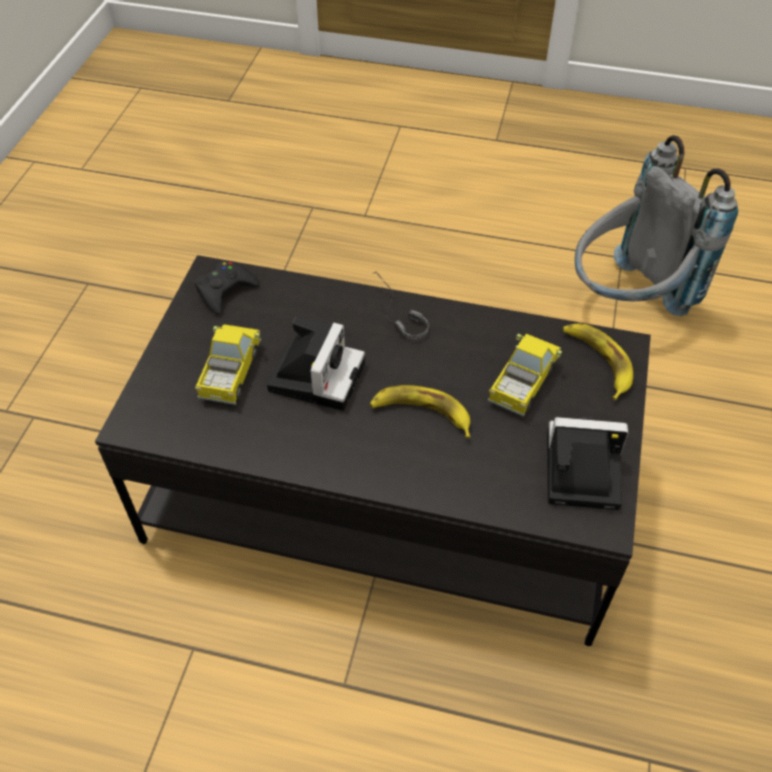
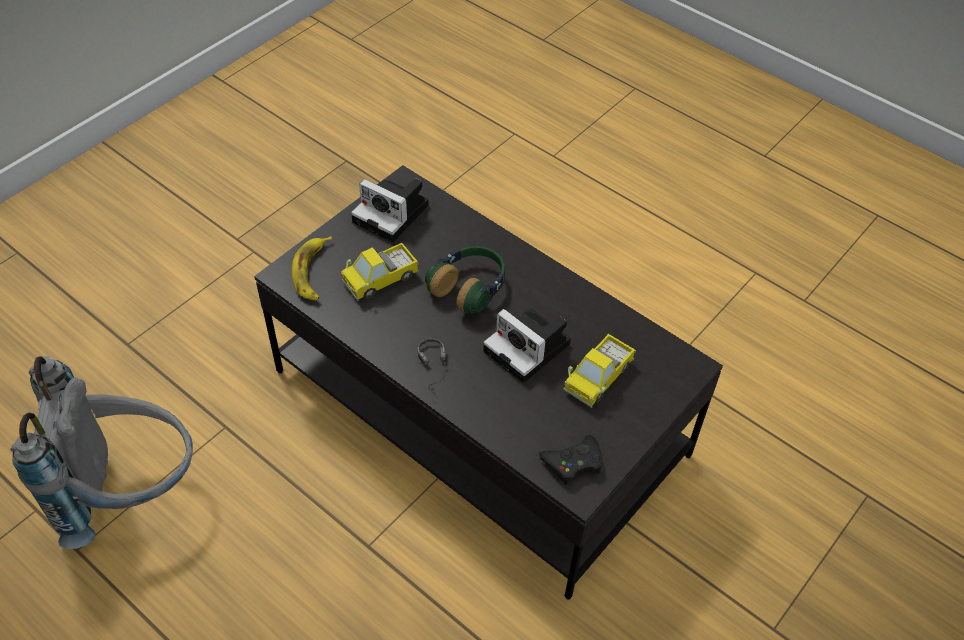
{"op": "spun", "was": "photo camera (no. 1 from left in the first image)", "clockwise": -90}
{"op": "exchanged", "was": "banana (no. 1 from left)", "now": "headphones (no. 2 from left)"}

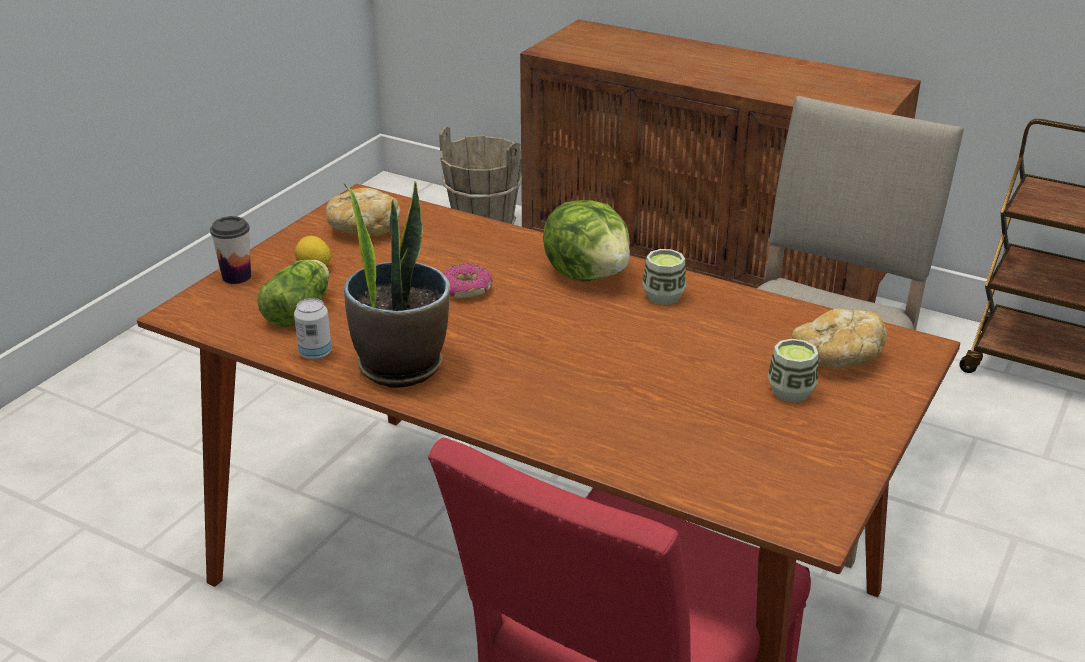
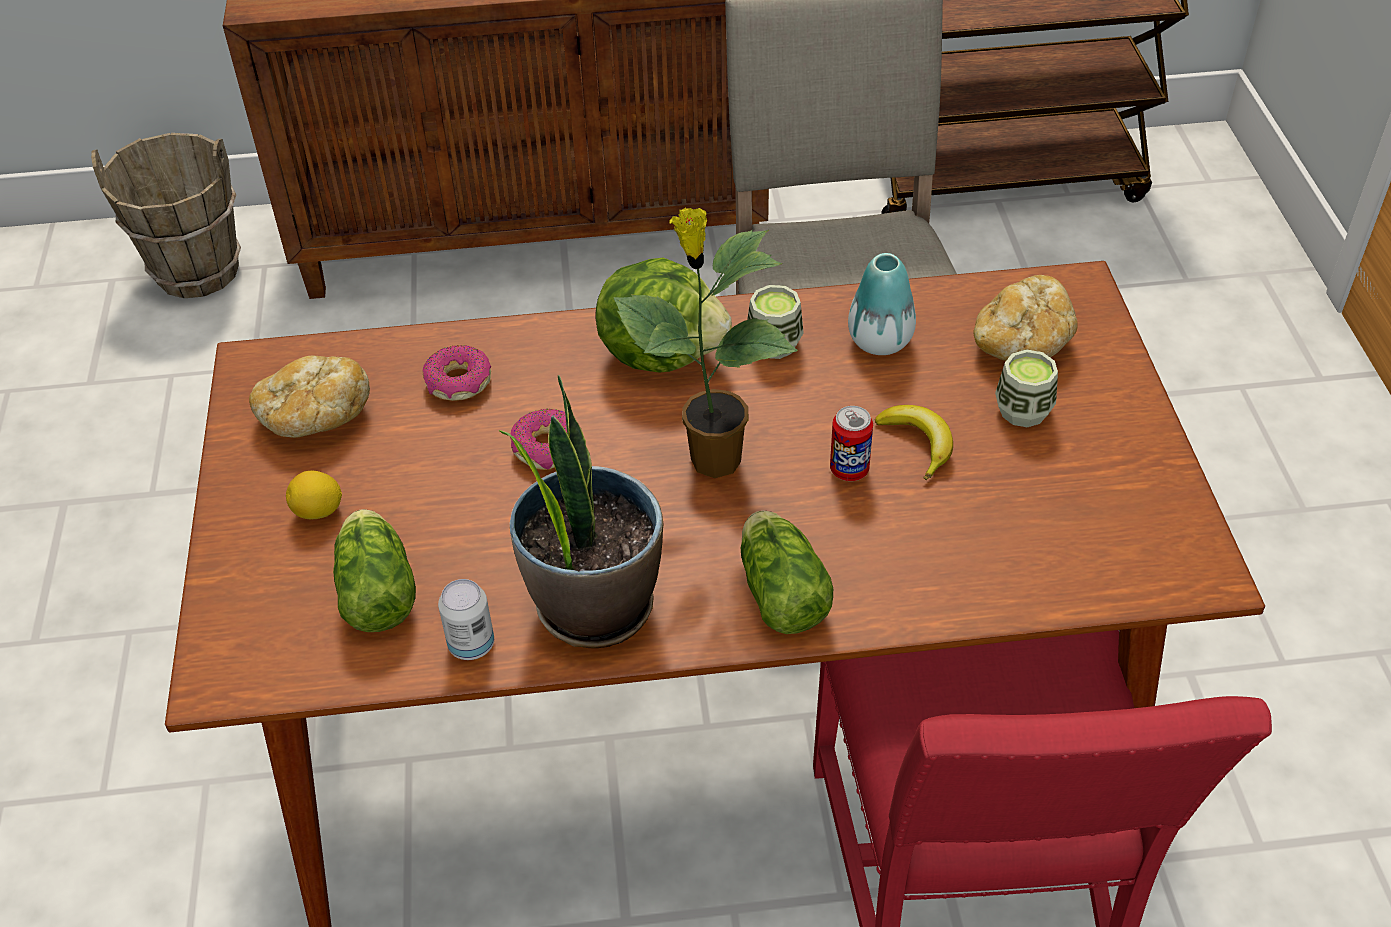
{"op": "missing", "was": "cup (no. 1 from left)"}
{"op": "appeared", "now": "potted plant (no. 2 from left)"}
{"op": "appeared", "now": "vase"}
{"op": "appeared", "now": "donut (no. 1 from left)"}
{"op": "appeared", "now": "banana"}
{"op": "appeared", "now": "can (no. 2 from left)"}
{"op": "appeared", "now": "lettuce (no. 3 from left)"}

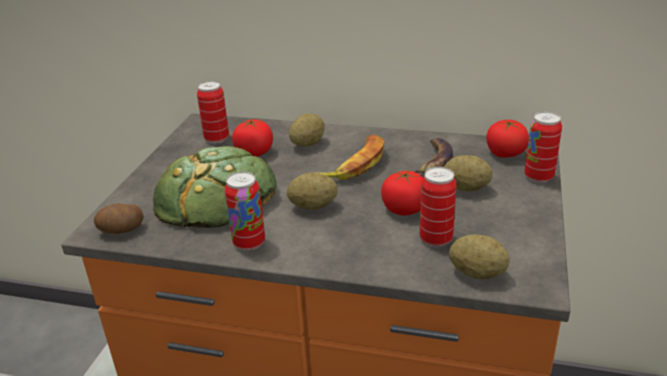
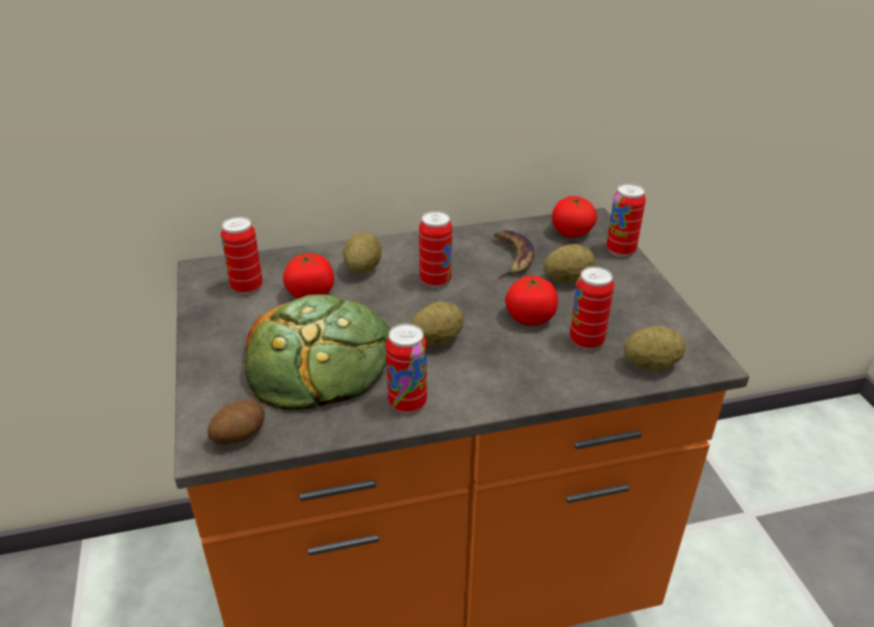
{"op": "exchanged", "was": "banana (no. 1 from left)", "now": "can (no. 3 from left)"}

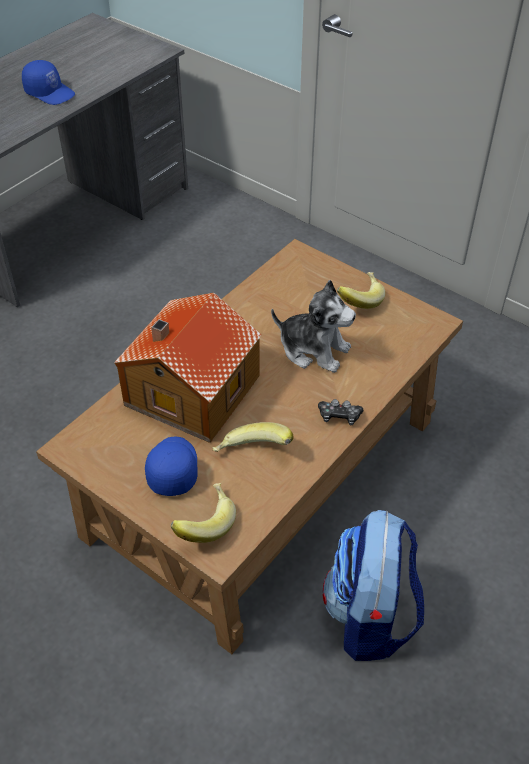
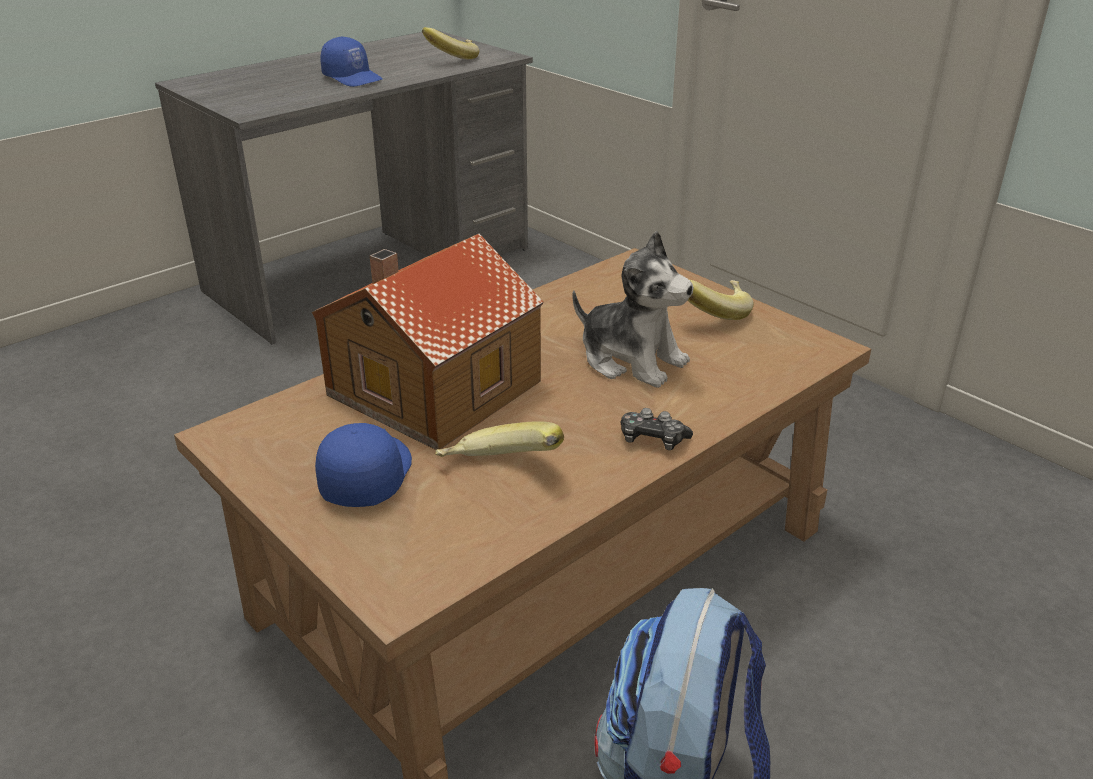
{"op": "relocated", "was": "banana (no. 1 from left)"}

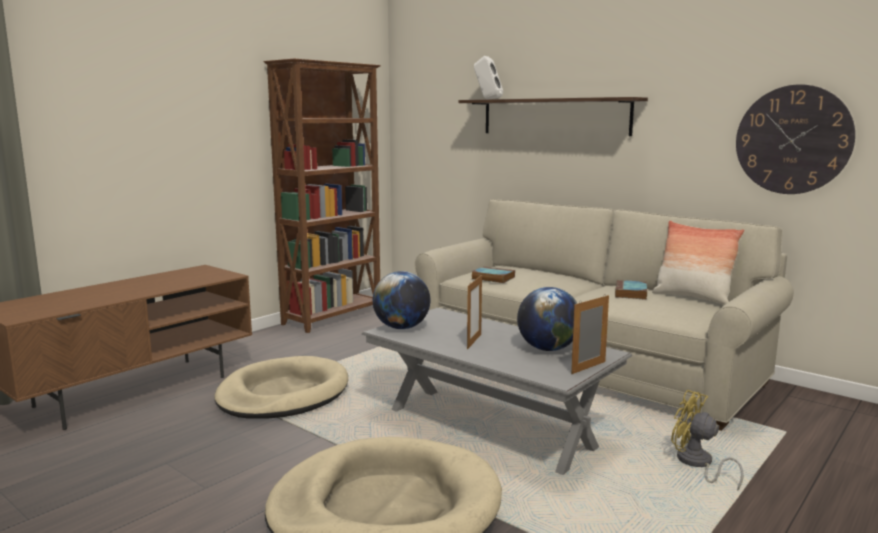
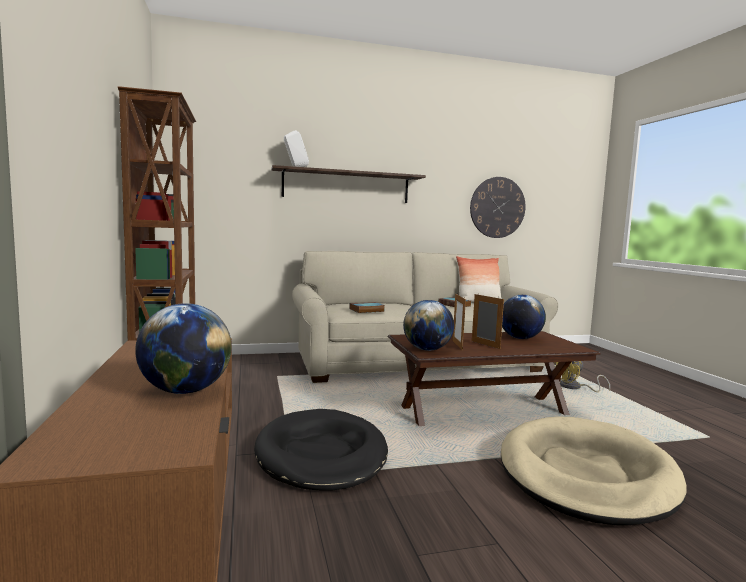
{"op": "relocated", "was": "picture frame (no. 2 from left in the first image)", "now": "picture frame (no. 1 from left)"}
{"op": "colour", "was": "coffee table in grey", "now": "coffee table in brown"}
{"op": "colour", "was": "dog bed in beige (no. 1 from left)", "now": "dog bed in black"}
{"op": "appeared", "now": "globe (no. 1 from left)"}

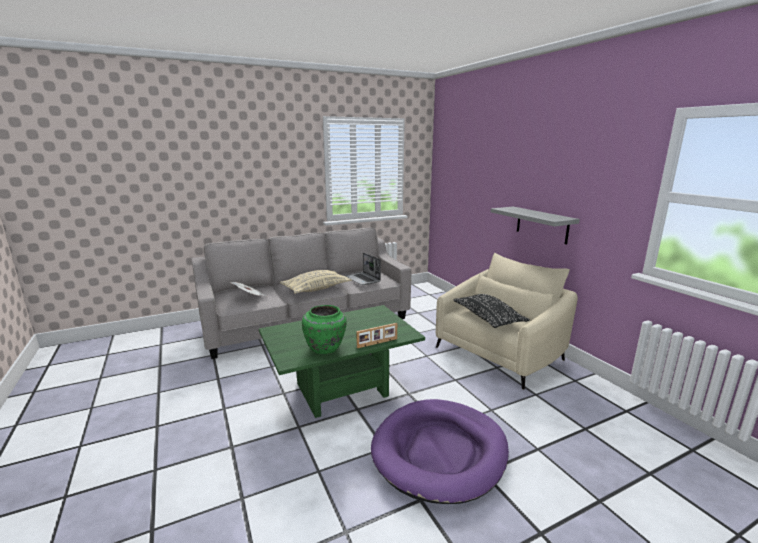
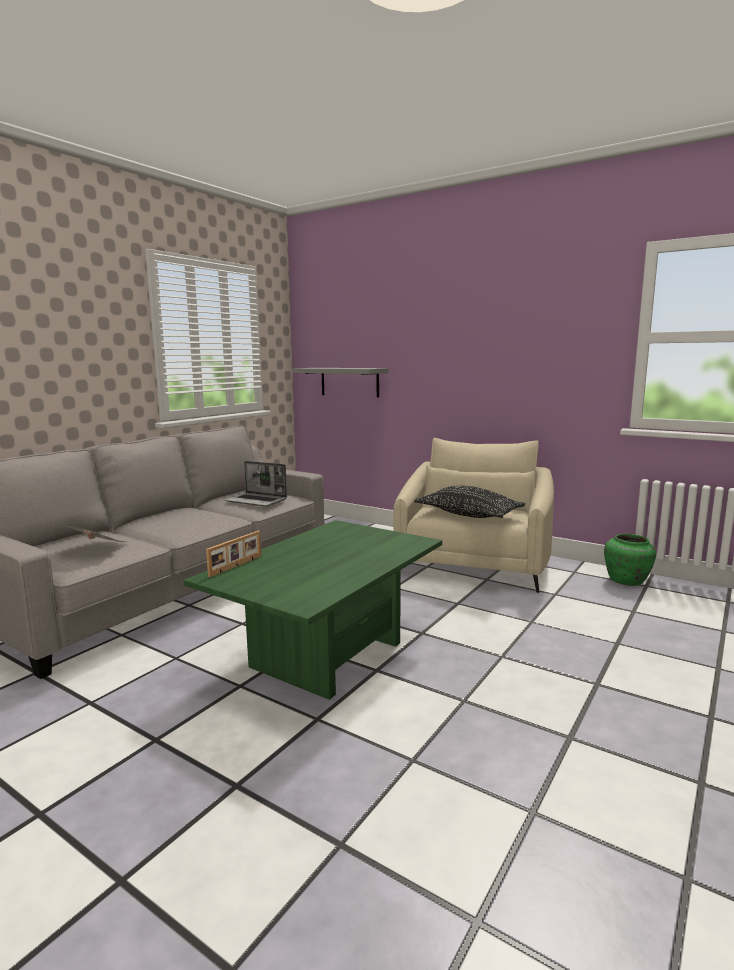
{"op": "relocated", "was": "shelf in grey"}
{"op": "missing", "was": "pillow in beige"}
{"op": "relocated", "was": "vase in green"}
{"op": "relocated", "was": "picture frame"}
{"op": "missing", "was": "dog bed in purple"}

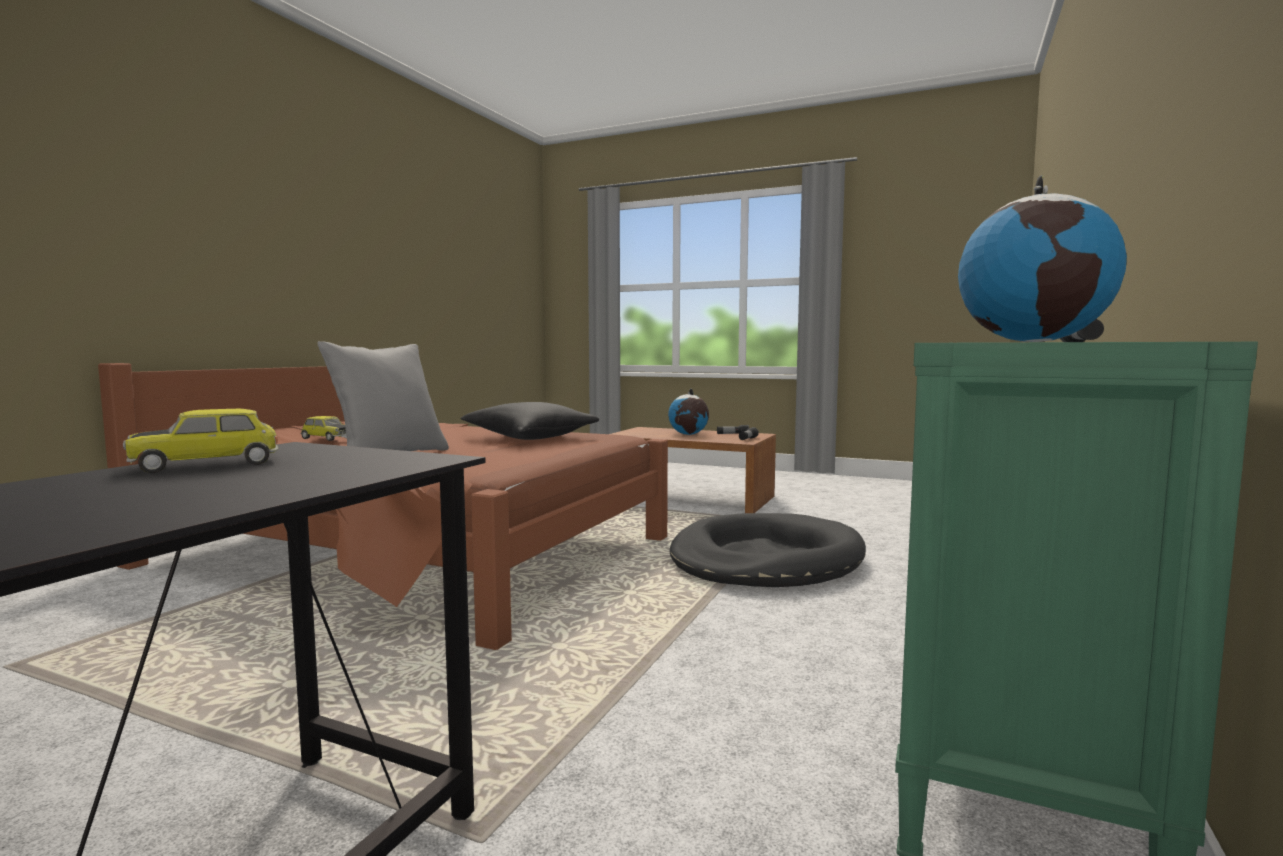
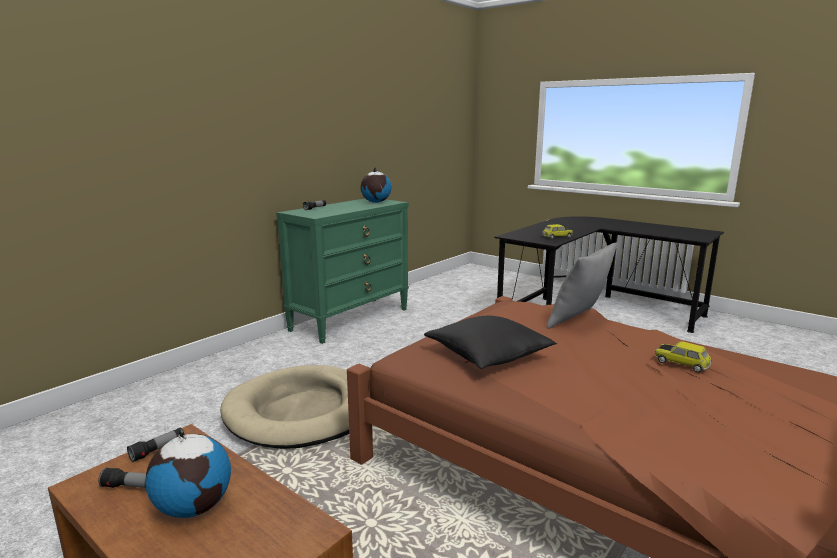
{"op": "colour", "was": "dog bed in black", "now": "dog bed in beige"}

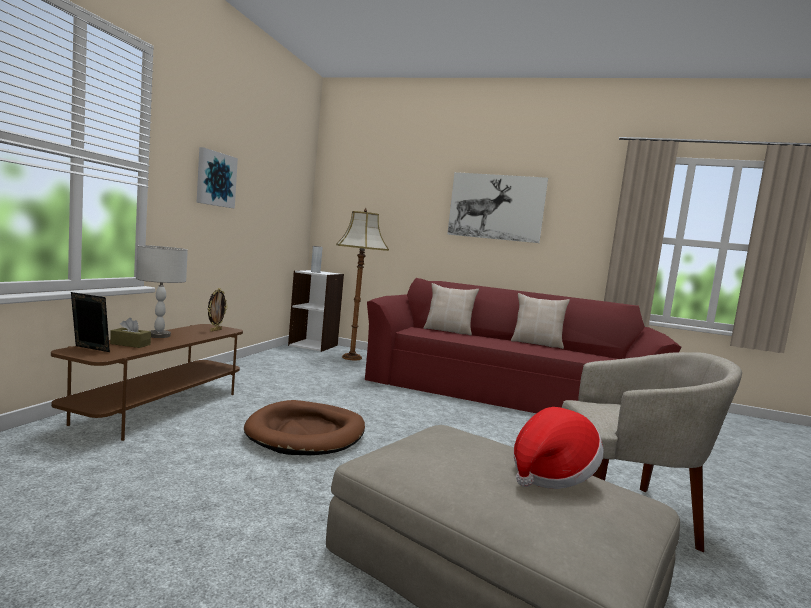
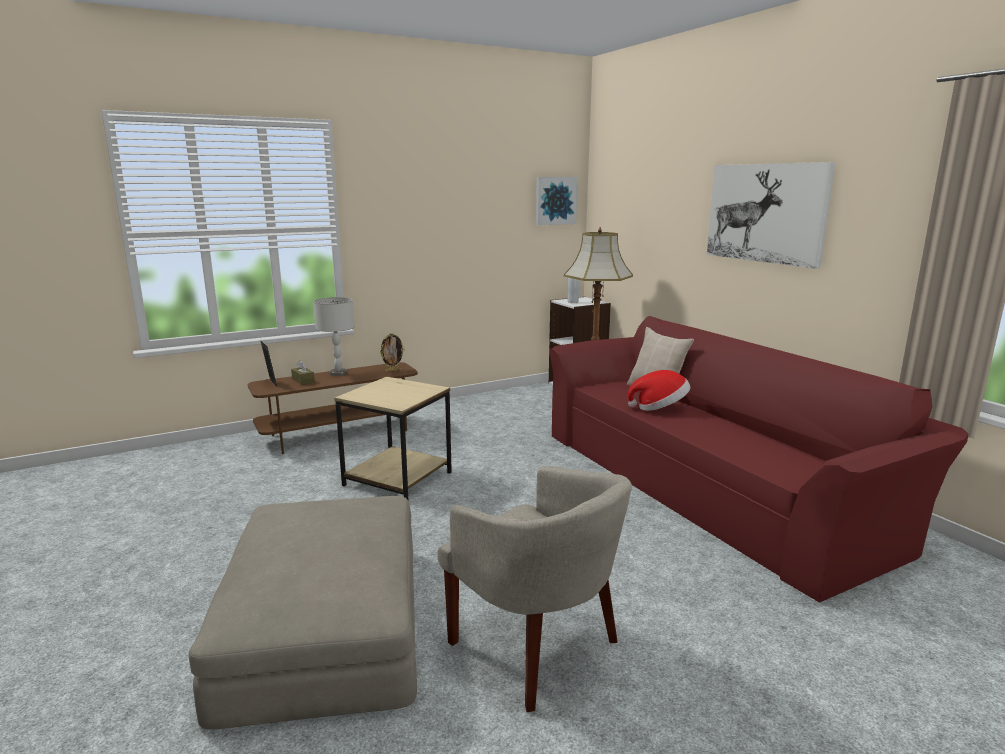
{"op": "relocated", "was": "picture (no. 1 from left)"}
{"op": "missing", "was": "pillow in beige (no. 2 from left)"}
{"op": "exchanged", "was": "dog bed in brown", "now": "side table in beige"}
{"op": "relocated", "was": "hat"}

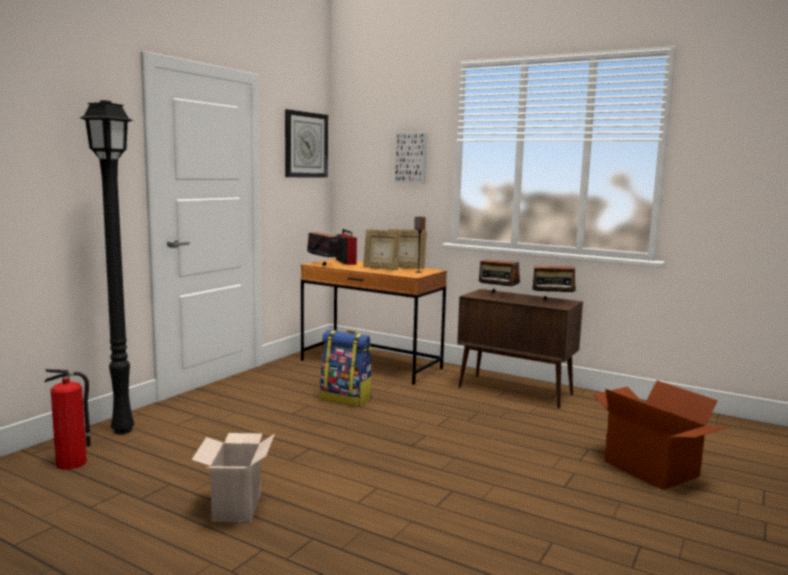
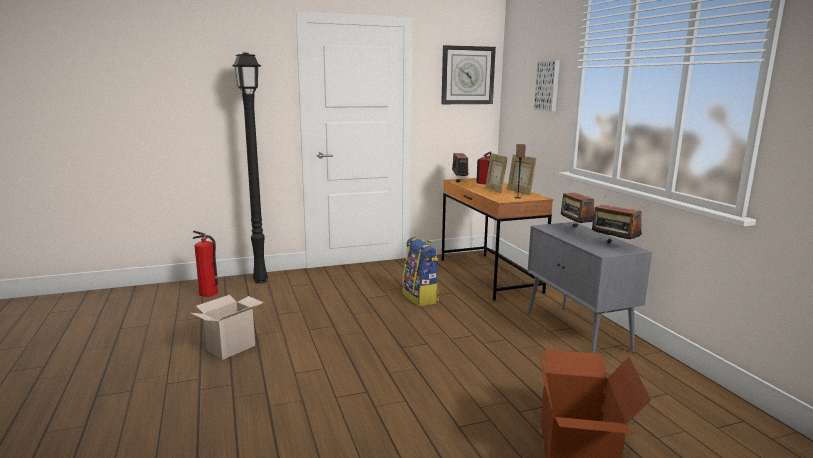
{"op": "colour", "was": "cabinet in brown", "now": "cabinet in grey"}

